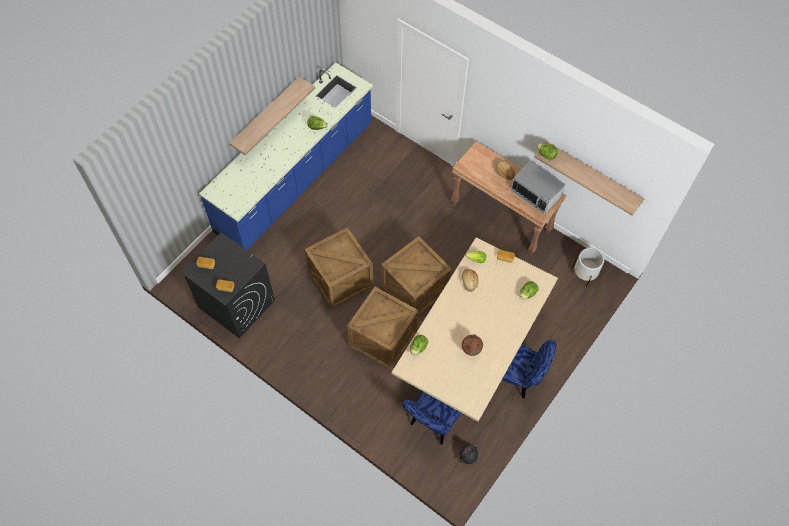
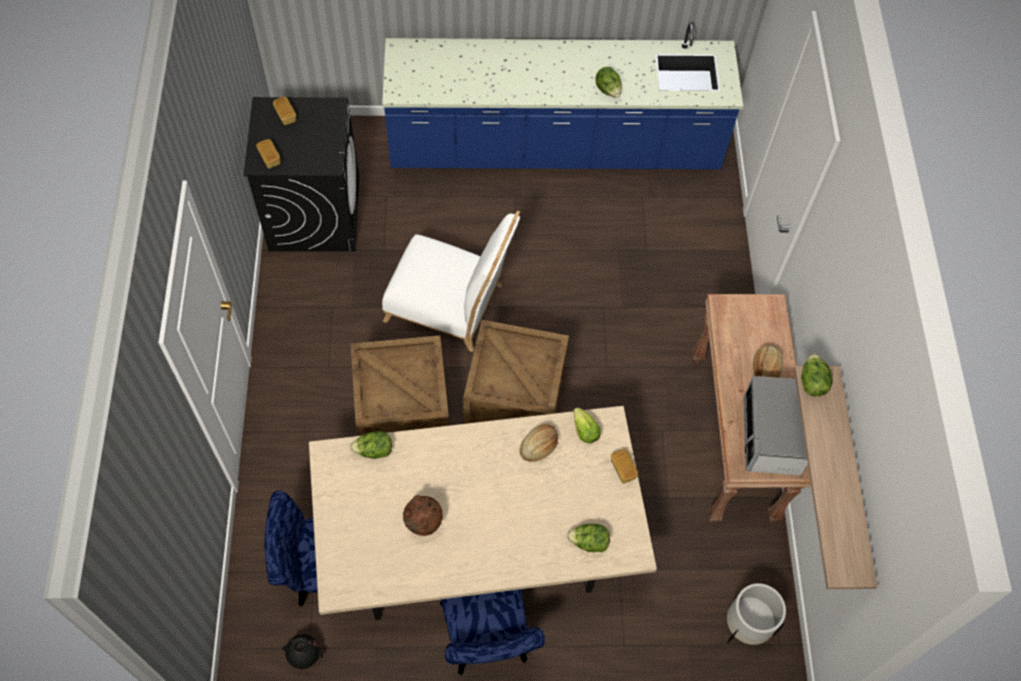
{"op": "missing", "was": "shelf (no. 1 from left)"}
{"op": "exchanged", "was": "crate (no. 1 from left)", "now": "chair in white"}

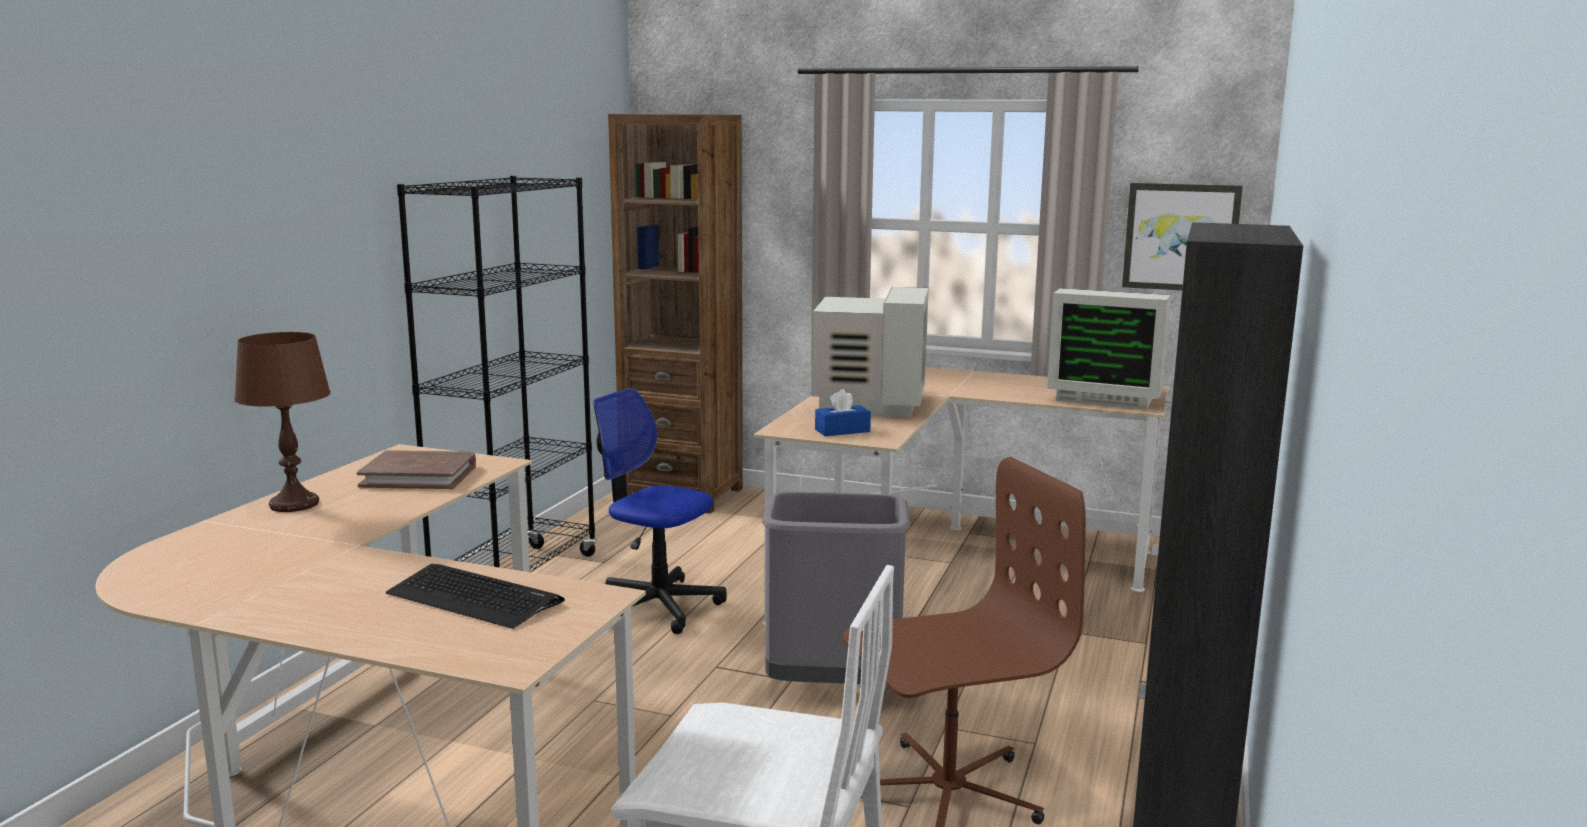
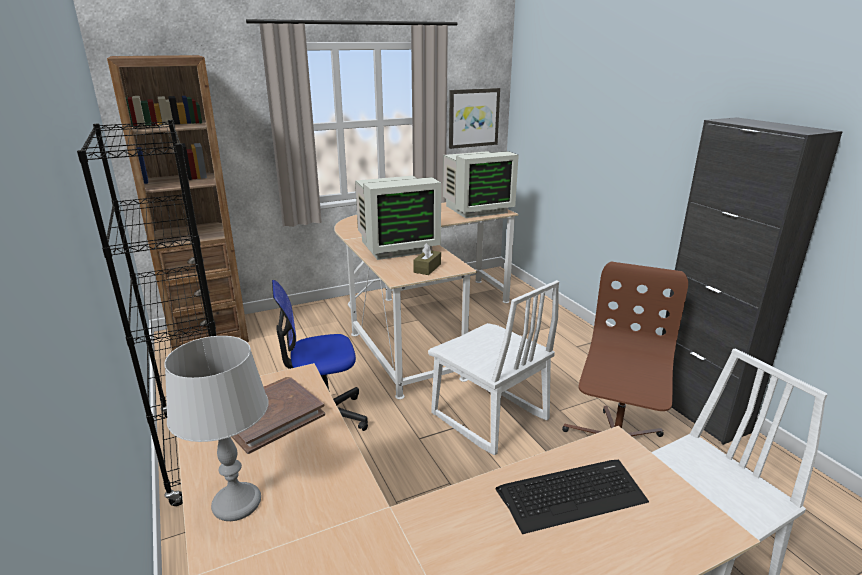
{"op": "spun", "was": "monitor (no. 1 from left)", "clockwise": 105}
{"op": "colour", "was": "table lamp in brown", "now": "table lamp in grey"}
{"op": "colour", "was": "tissue box in blue", "now": "tissue box in brown"}
{"op": "exchanged", "was": "trash can in grey", "now": "chair in white (no. 1 from left)"}

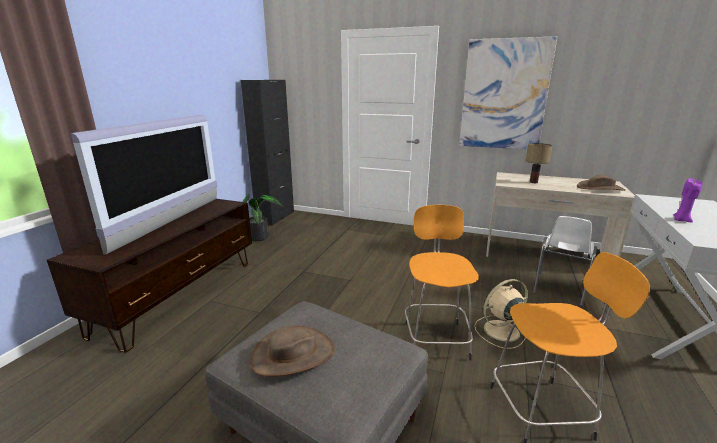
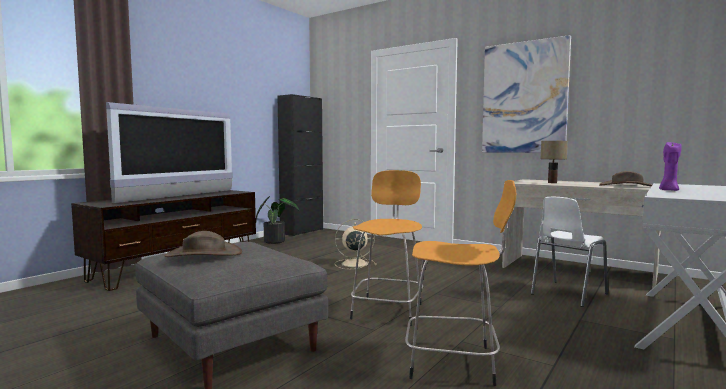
{"op": "relocated", "was": "fan in beige"}

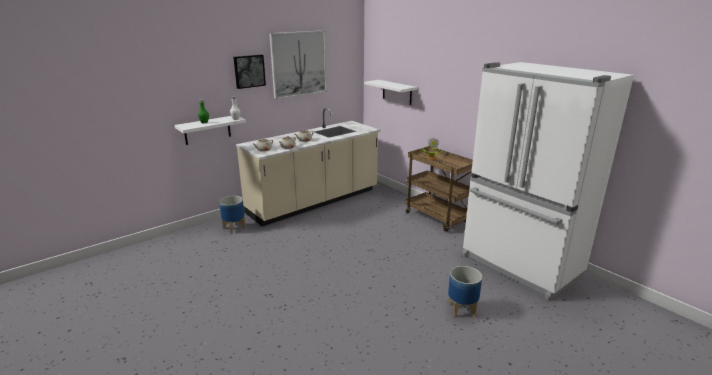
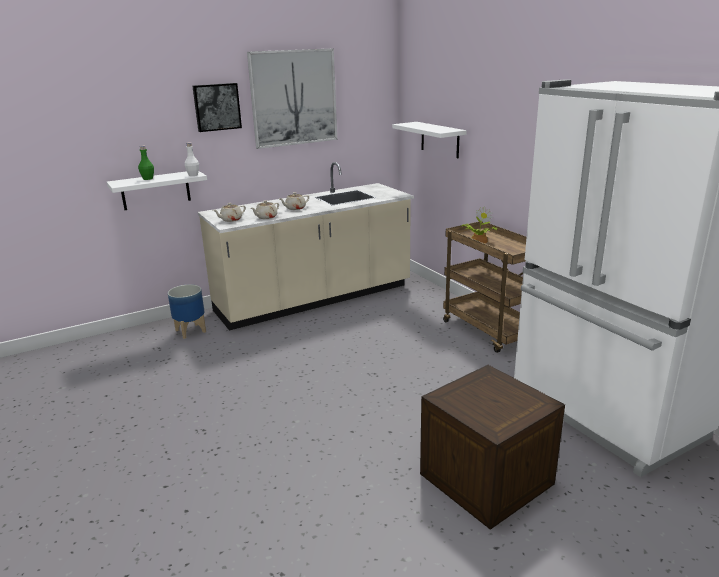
{"op": "exchanged", "was": "planter (no. 2 from left)", "now": "crate"}

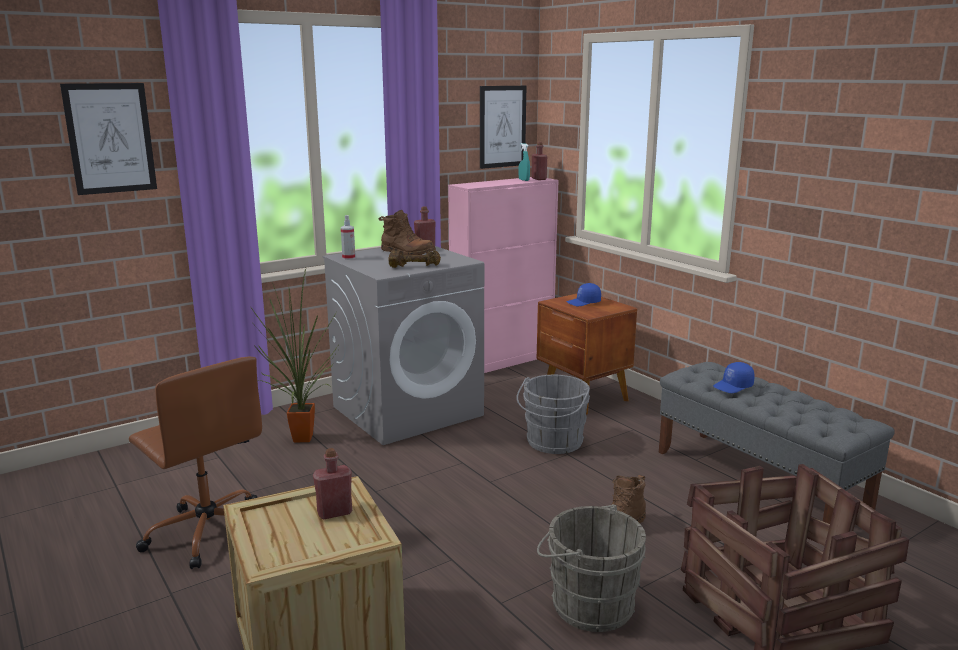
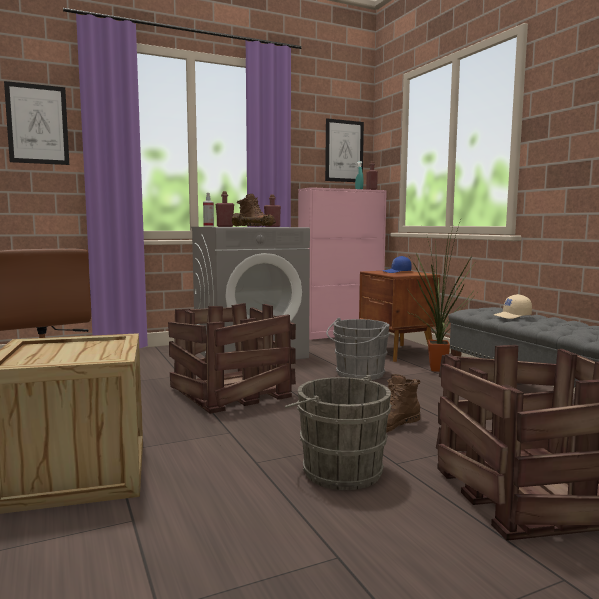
{"op": "relocated", "was": "potted plant"}
{"op": "colour", "was": "cap in blue (no. 2 from left)", "now": "cap in beige"}
{"op": "relocated", "was": "bottle in red (no. 1 from left)"}
{"op": "appeared", "now": "crate (no. 2 from left)"}

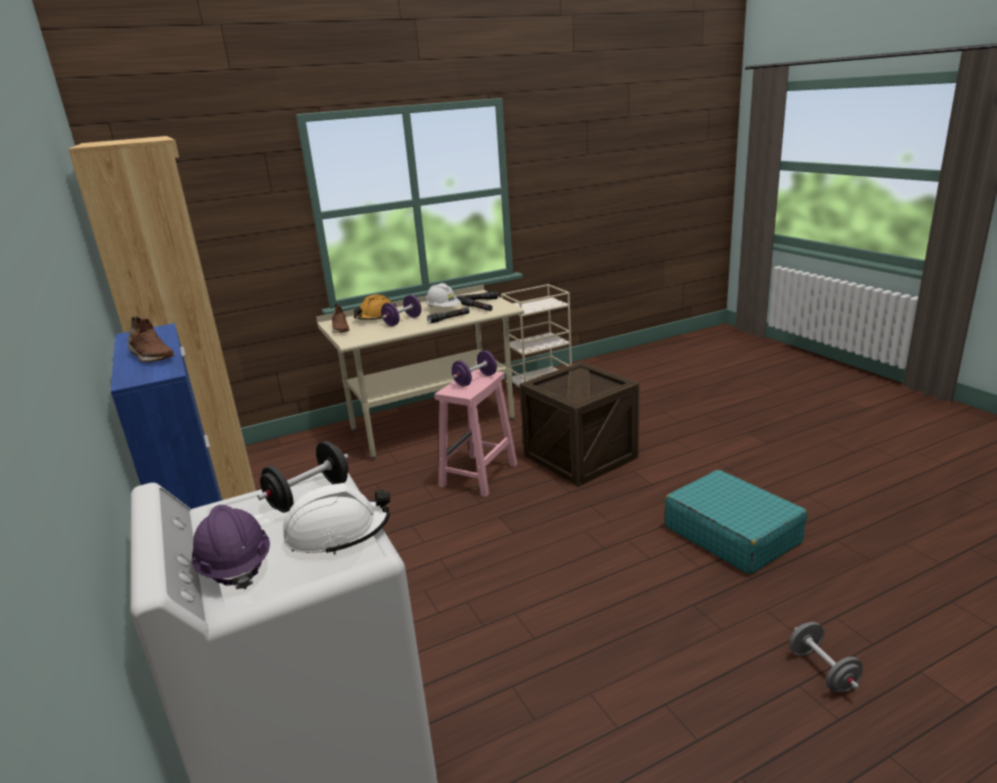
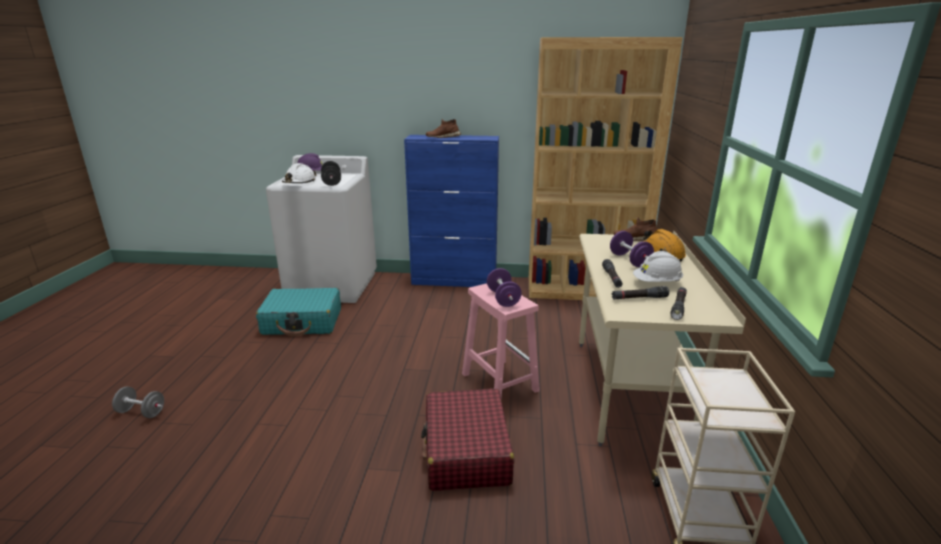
{"op": "exchanged", "was": "crate", "now": "suitcase in red"}
{"op": "relocated", "was": "suitcase in turquoise"}

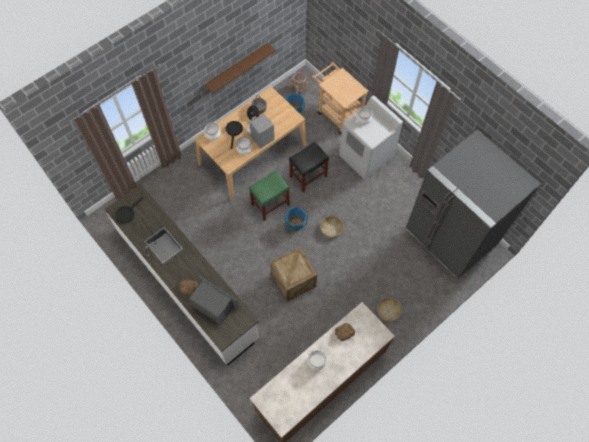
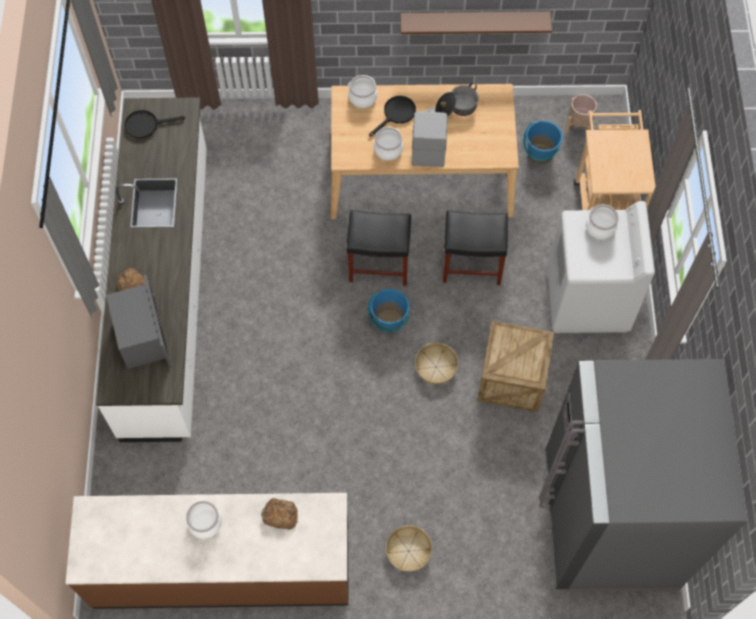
{"op": "colour", "was": "stool in green", "now": "stool in black (no. 1 from left)"}
{"op": "relocated", "was": "crate"}

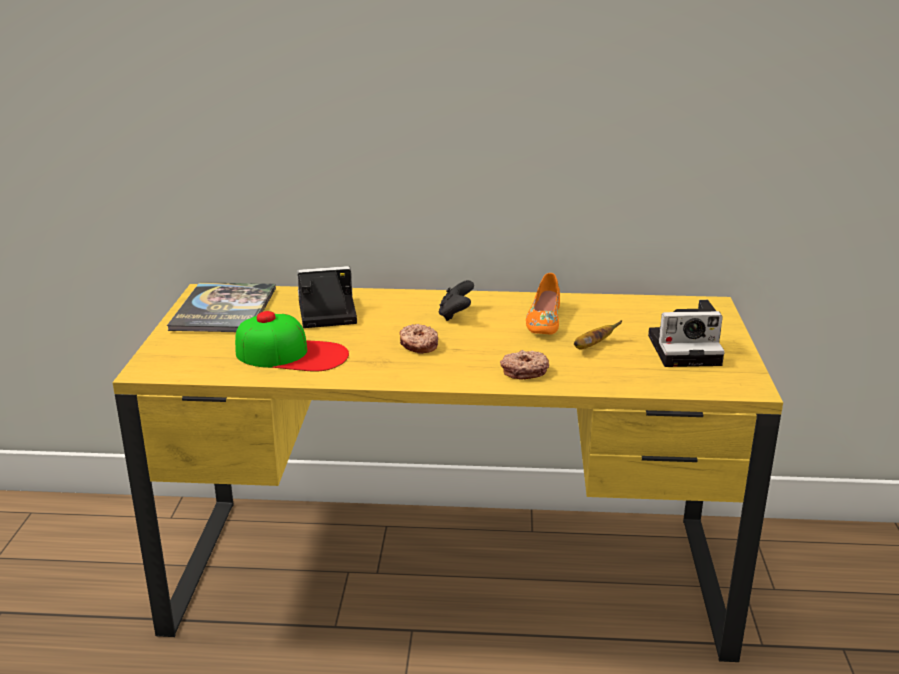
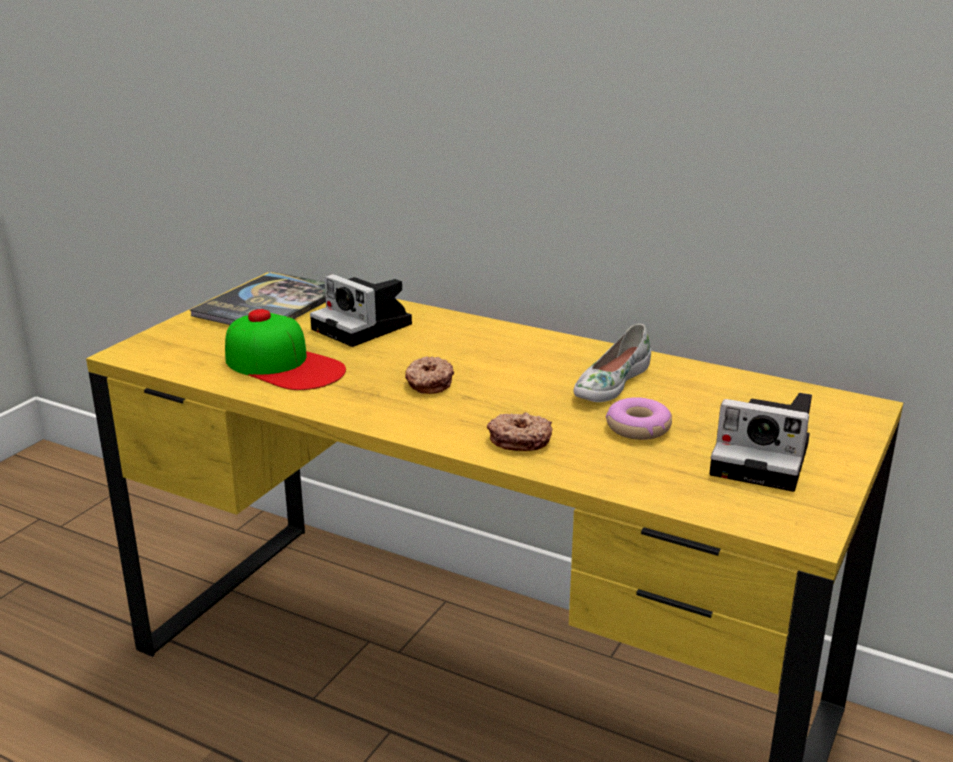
{"op": "spun", "was": "photo camera (no. 1 from left)", "clockwise": -150}
{"op": "colour", "was": "shoe in orange", "now": "shoe in white"}
{"op": "missing", "was": "game controller in black"}
{"op": "exchanged", "was": "banana", "now": "donut (no. 3 from left)"}

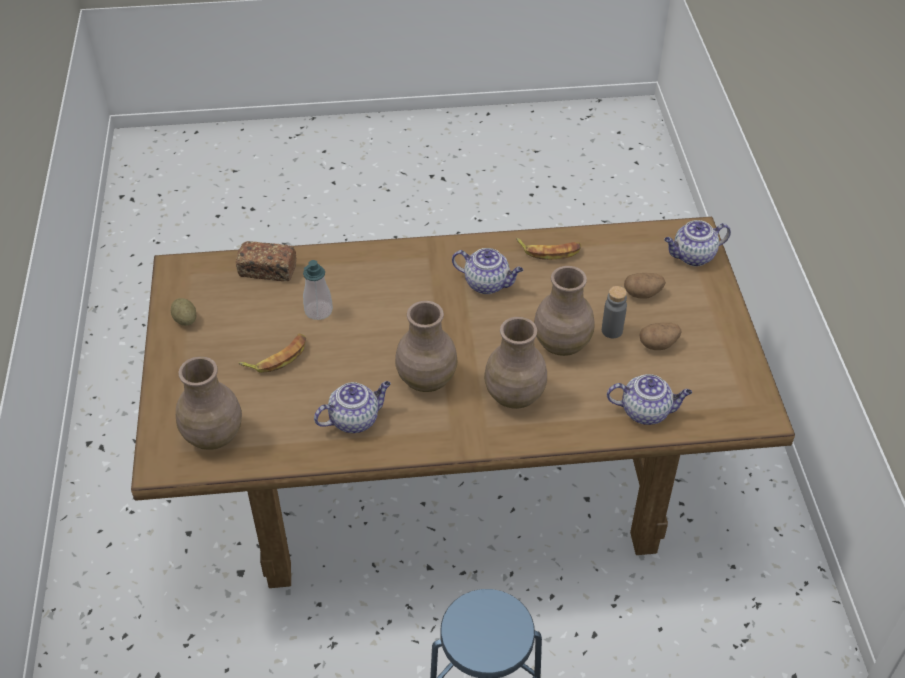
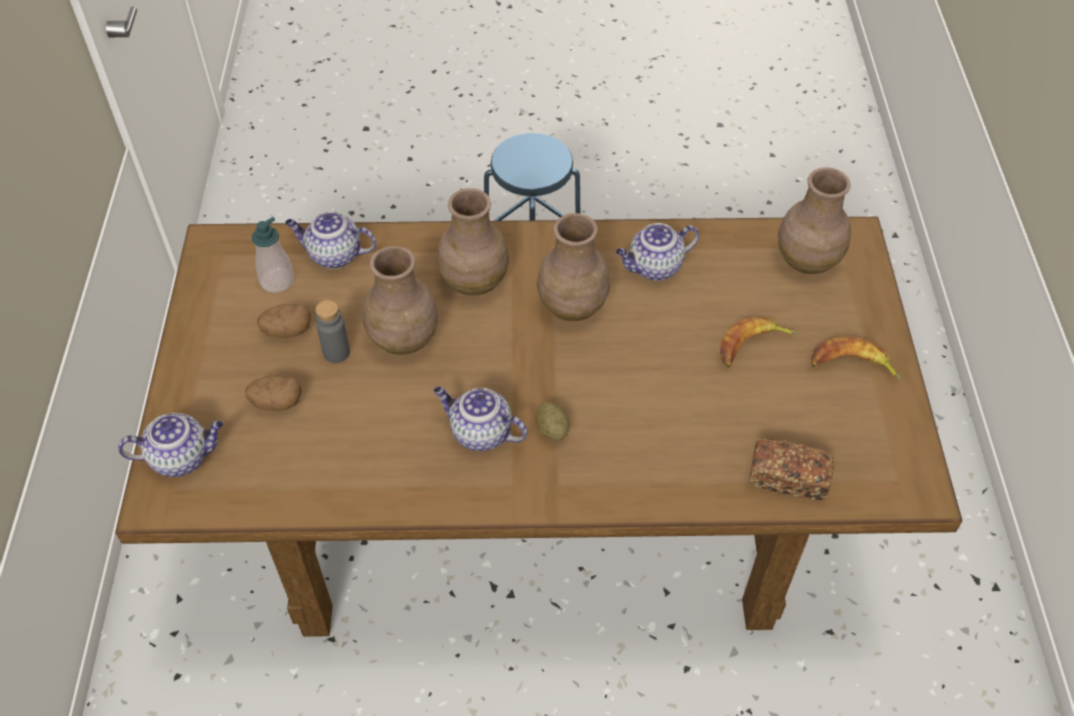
{"op": "relocated", "was": "banana (no. 2 from left)"}
{"op": "relocated", "was": "soap dispenser"}
{"op": "relocated", "was": "potato (no. 1 from left in the first image)", "now": "potato (no. 3 from left)"}

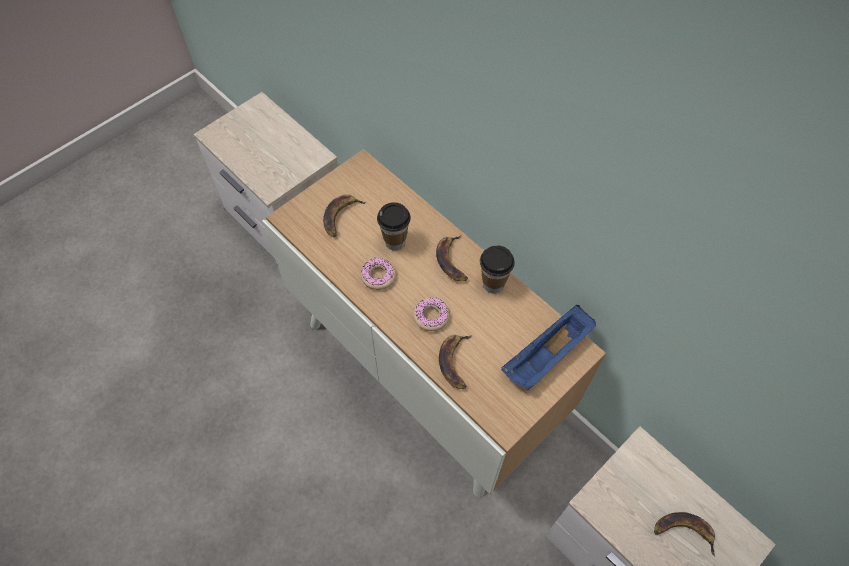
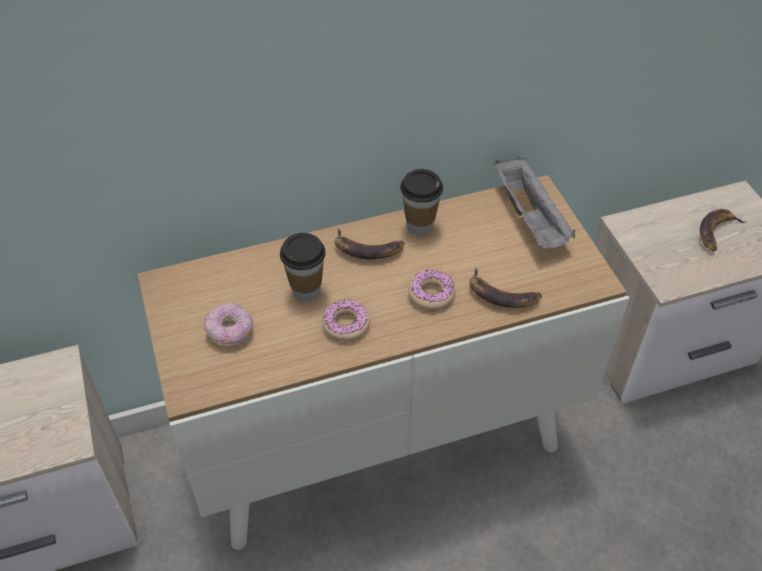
{"op": "exchanged", "was": "banana (no. 1 from left)", "now": "donut (no. 1 from left)"}
{"op": "colour", "was": "tray in blue", "now": "tray in grey"}

